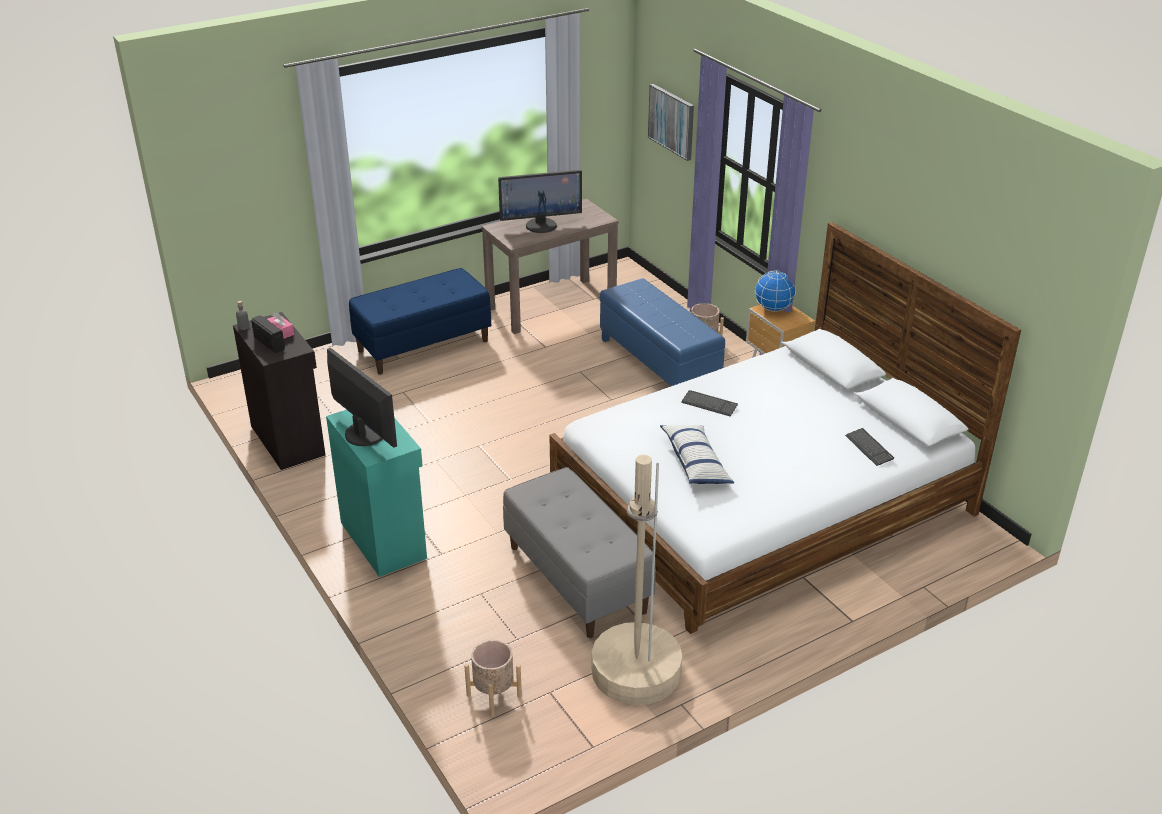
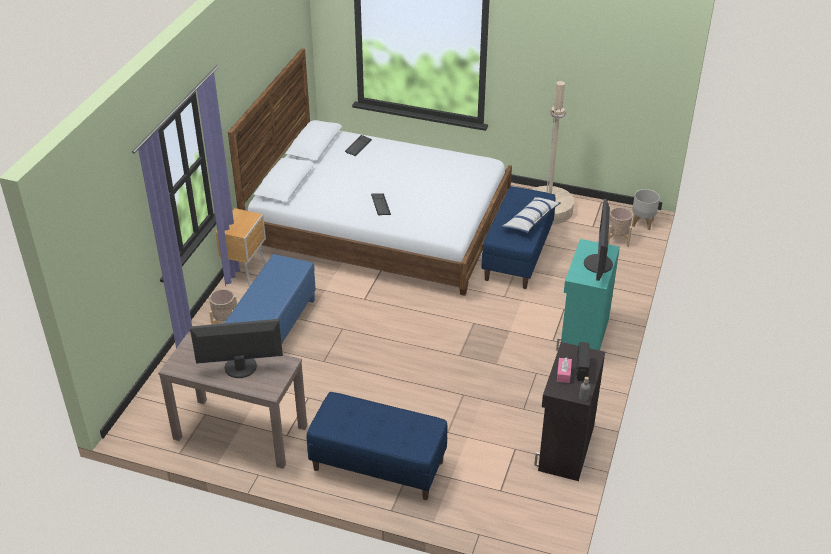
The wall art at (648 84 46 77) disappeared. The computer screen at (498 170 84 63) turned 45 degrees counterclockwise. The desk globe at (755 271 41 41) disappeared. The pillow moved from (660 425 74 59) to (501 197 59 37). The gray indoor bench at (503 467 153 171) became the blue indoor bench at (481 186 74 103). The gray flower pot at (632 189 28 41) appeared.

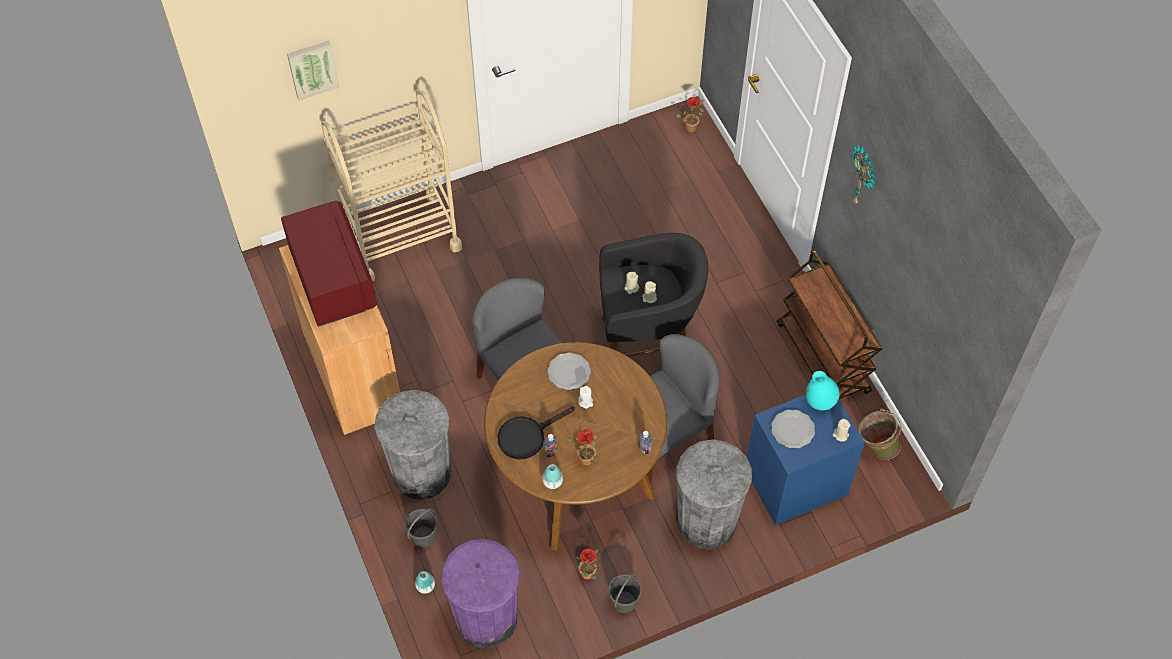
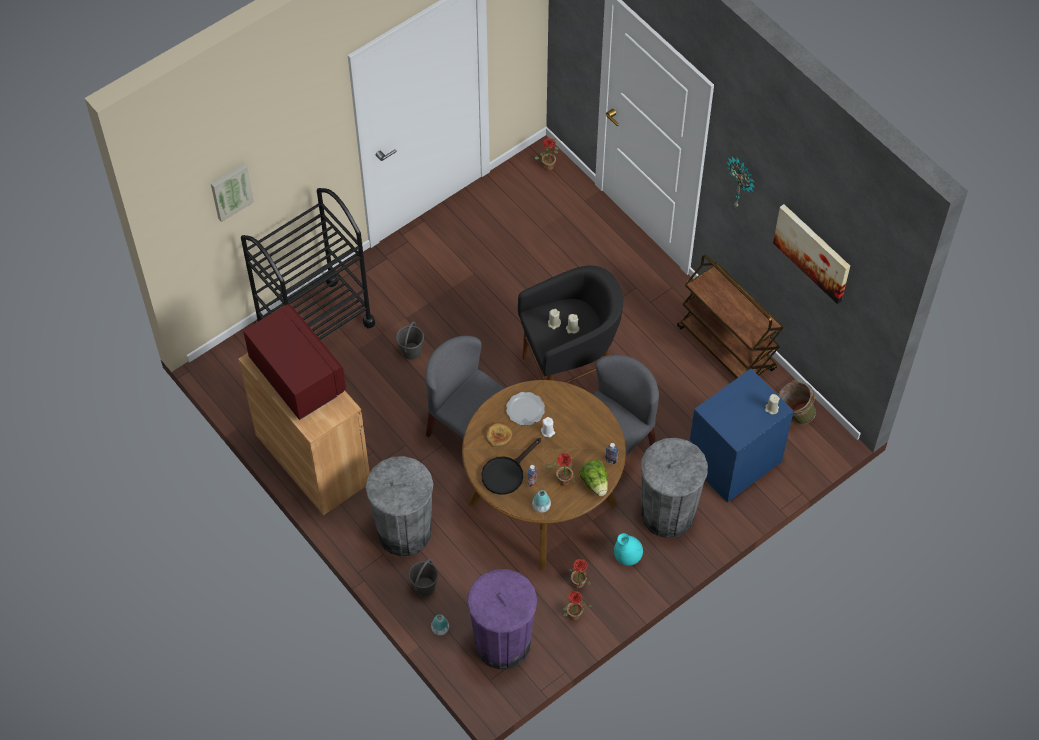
The sand-coloured wheeled cart at (321 90 141 192) became the blackish wheeled cart at (241 188 134 152). The blue-green flower vase moved from (806 371 34 39) to (614 533 29 33). The plate at (771 410 44 38) disappeared. The gray pail moved from (608 572 34 41) to (396 321 28 39). The wall art at (773 204 77 100) appeared. The baked bread at (485 422 27 25) appeared. The lettuce at (580 460 28 36) appeared. The plant in a pot at (563 591 29 29) appeared.

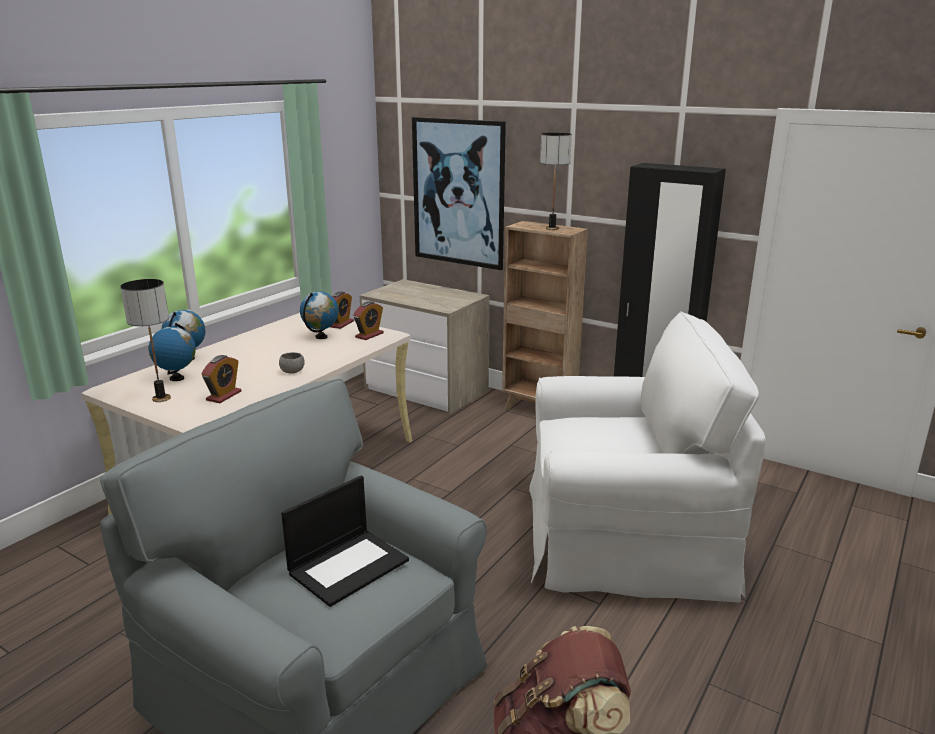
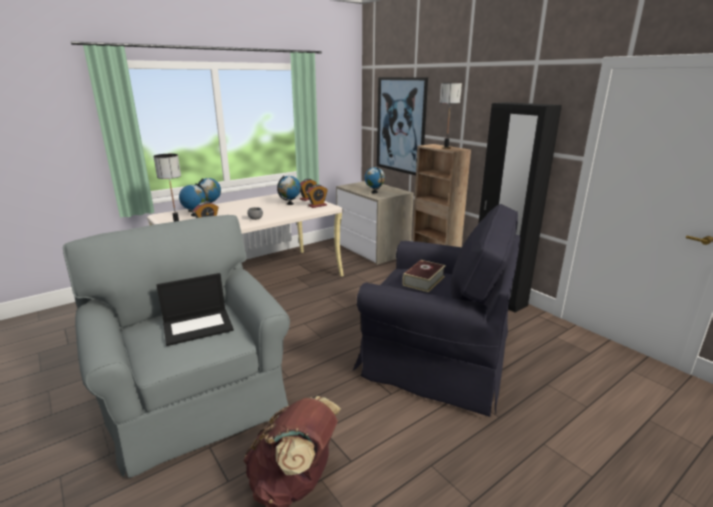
The white-coloured easy chair at (529 311 237 292) became the blackish easy chair at (353 204 167 213). The desk globe at (365 167 20 26) appeared. The volume at (402 260 44 32) appeared.

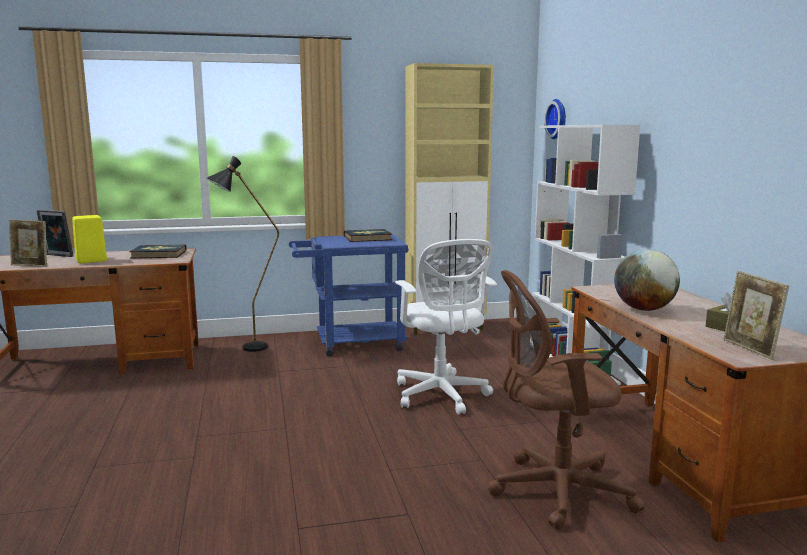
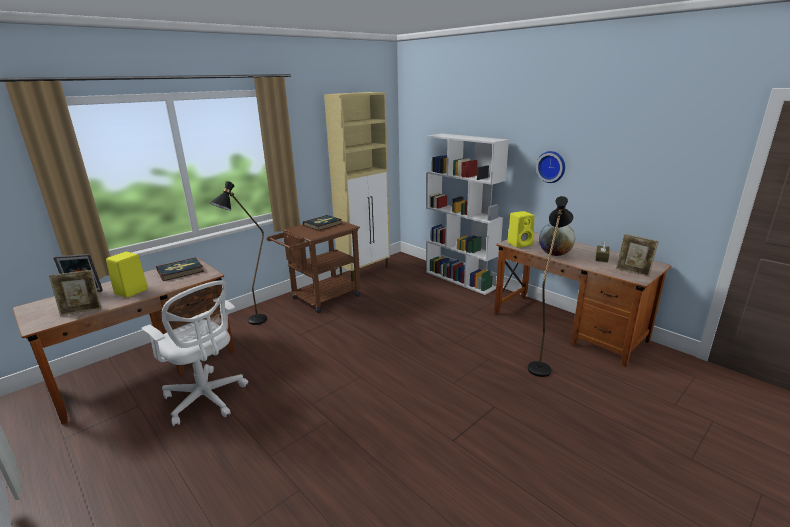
The wall clock moved from (544 99 22 40) to (536 151 29 32). The blue wheeled cart at (289 234 120 122) became the brown wheeled cart at (267 221 94 92). The white-coloured office chair moved from (395 239 102 176) to (142 280 106 146). The brown office chair at (488 270 157 259) was replaced by the blackish floor lamp at (528 196 46 181). The yellowish audio speaker at (507 211 27 37) appeared.

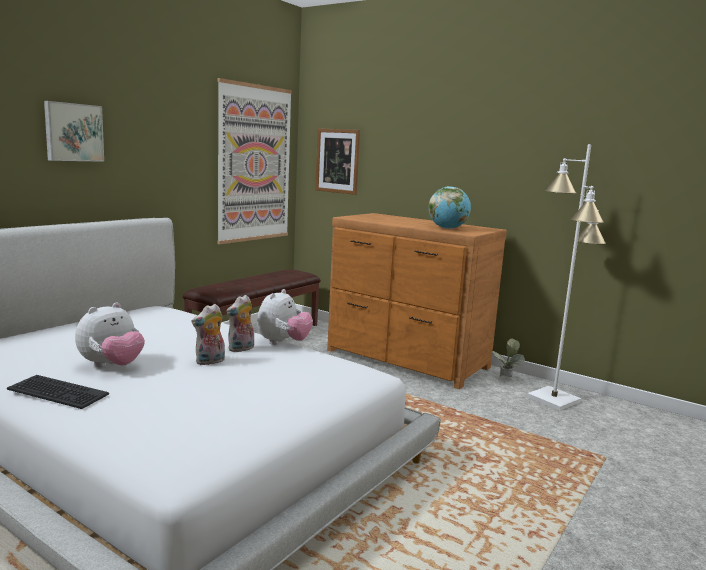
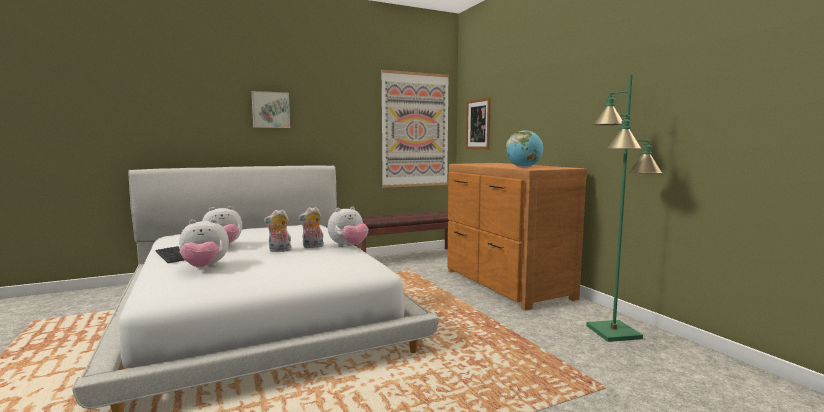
The white-coloured floor lamp at (527 144 79 267) became the green-coloured floor lamp at (586 74 76 268). The plant in a pot at (492 339 33 38) disappeared. The plush toy at (179 219 50 49) appeared.

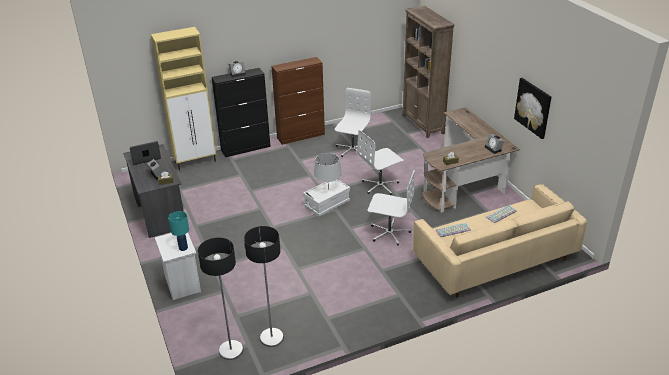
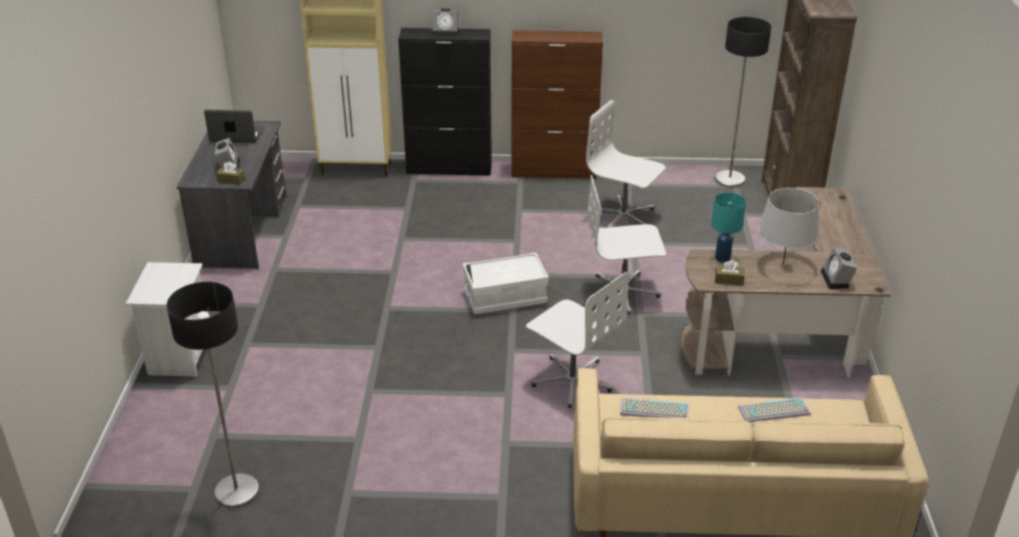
The wall art at (514 78 38 61) disappeared. The white-coloured office chair at (335 88 36 69) turned 105 degrees counterclockwise. The gray lamp for a table moved from (313 153 29 37) to (758 188 61 76). The blue-green lamp for a table moved from (168 211 21 40) to (711 192 35 71). The floor lamp moved from (198 238 46 122) to (714 17 57 171).

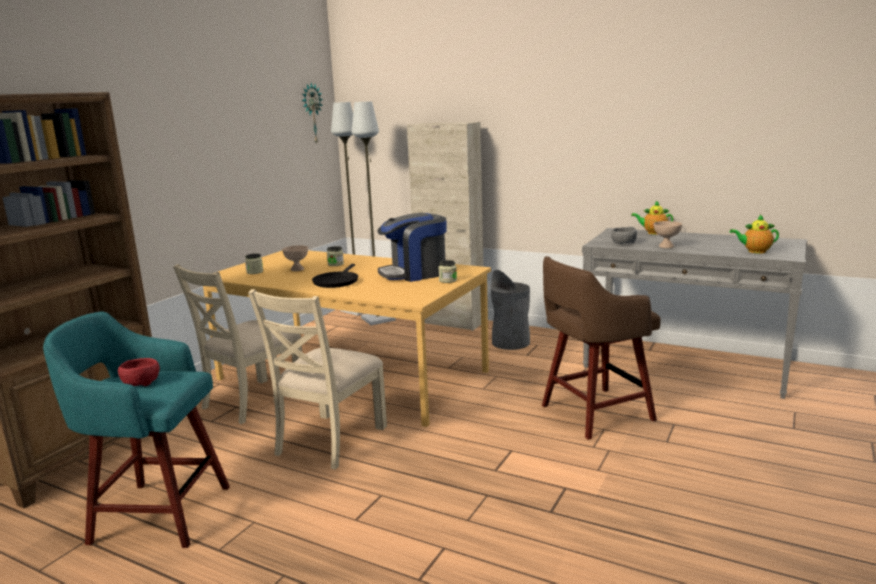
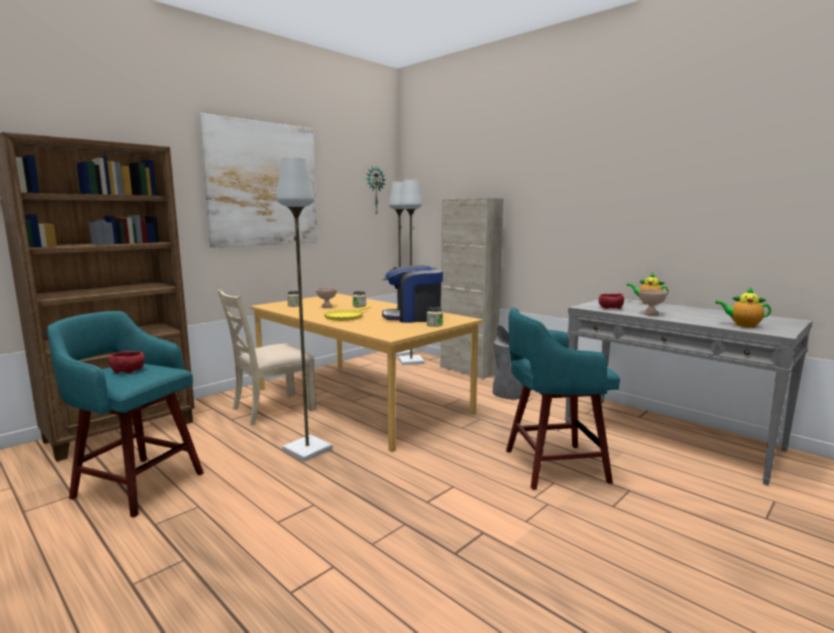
The gray serving bowl at (611 227 26 17) became the red-coloured serving bowl at (598 293 26 16). The brown sitting stool at (542 256 119 184) became the blue-green sitting stool at (506 308 114 182). The blackish pan at (312 264 46 24) became the yellowish pan at (324 306 47 15). The sand-coloured chair at (248 289 139 181) was replaced by the gray floor lamp at (276 157 57 304). The wall art at (199 113 119 135) appeared.

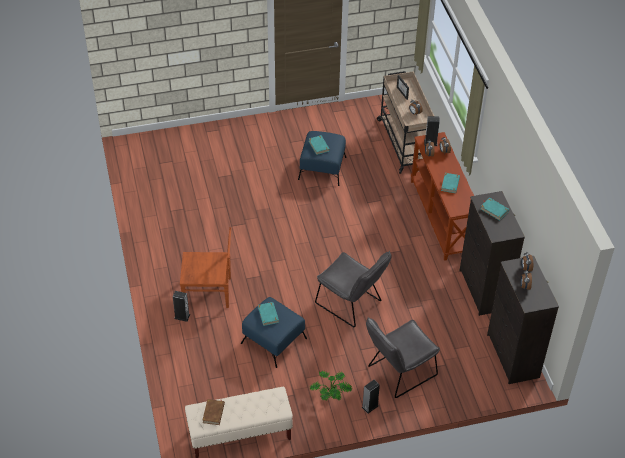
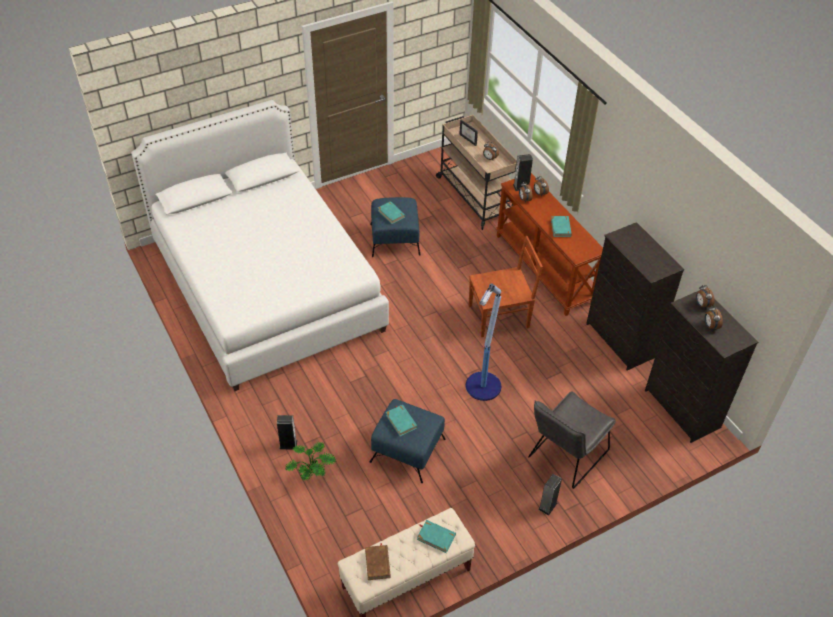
The blue-green volume moved from (480 198 29 23) to (417 520 39 33). The brown chair moved from (180 227 51 81) to (469 236 74 101). The gray chair at (315 251 77 76) was replaced by the floor lamp at (466 283 35 118). The plant in a pot moved from (309 371 44 30) to (285 442 52 39). The white-coloured sleeping bed at (131 100 258 291) appeared.

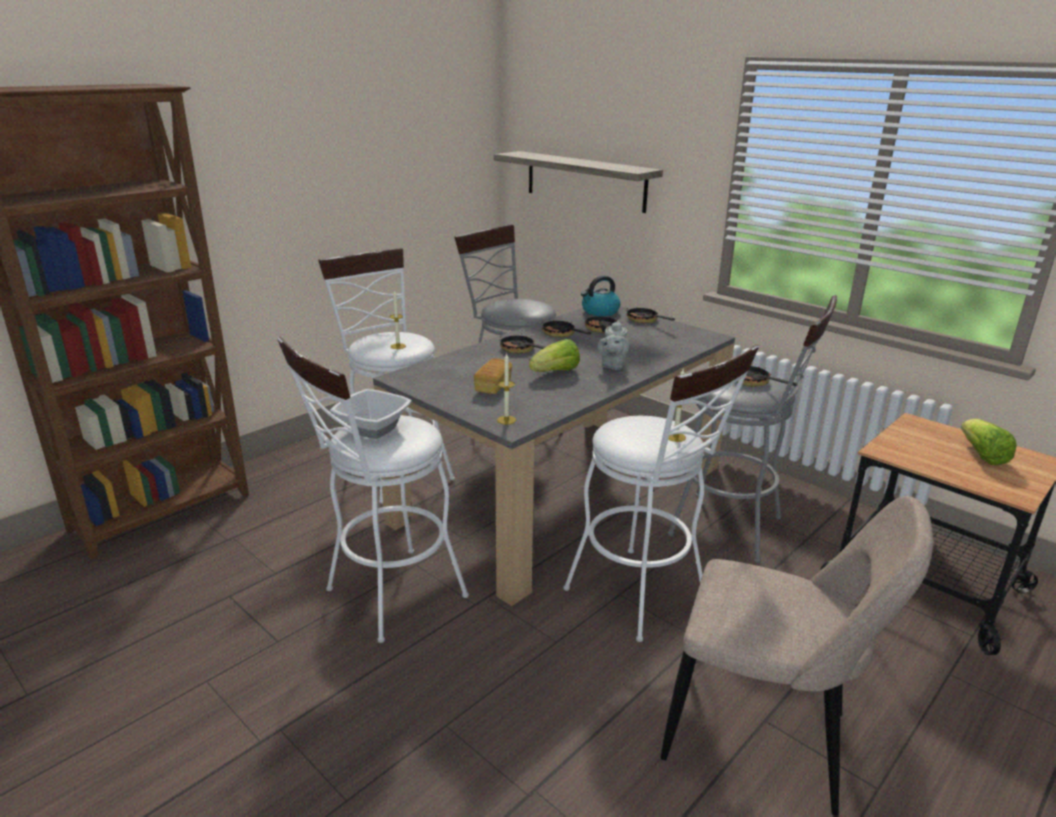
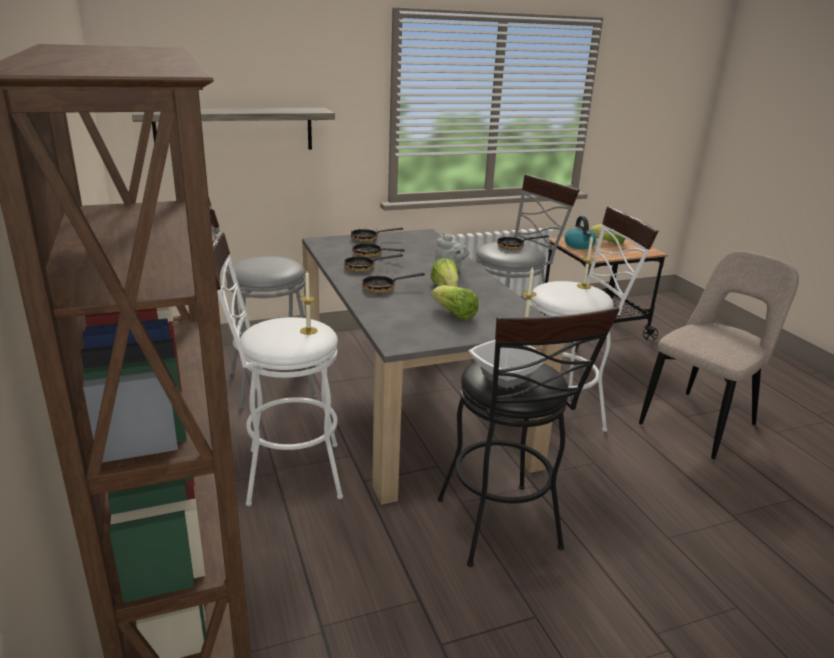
The tea kettle moved from (581 276 39 40) to (565 216 31 33). The white-coloured sitting stool at (277 337 192 306) became the blackish sitting stool at (437 307 183 260). The baked bread at (474 358 38 36) was replaced by the lettuce at (431 285 47 35).

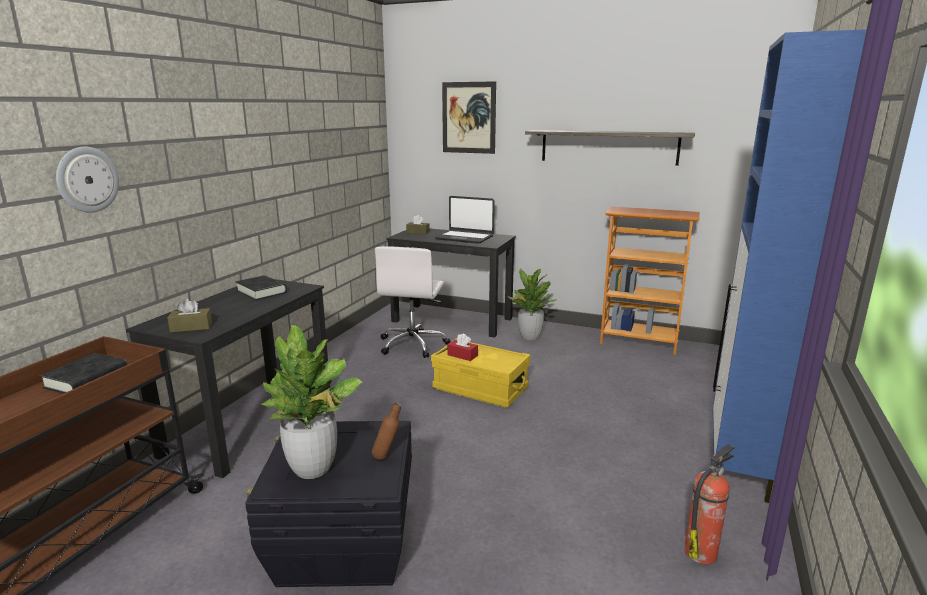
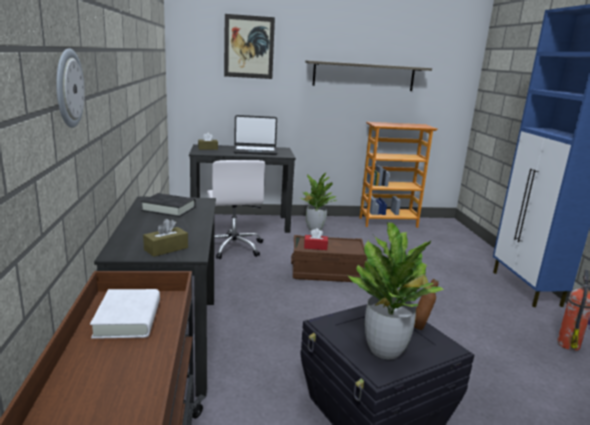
The yellowish storage container at (431 339 99 68) became the brown storage container at (291 235 76 47). The blackish volume at (40 353 87 41) became the white-coloured volume at (90 289 70 50).

